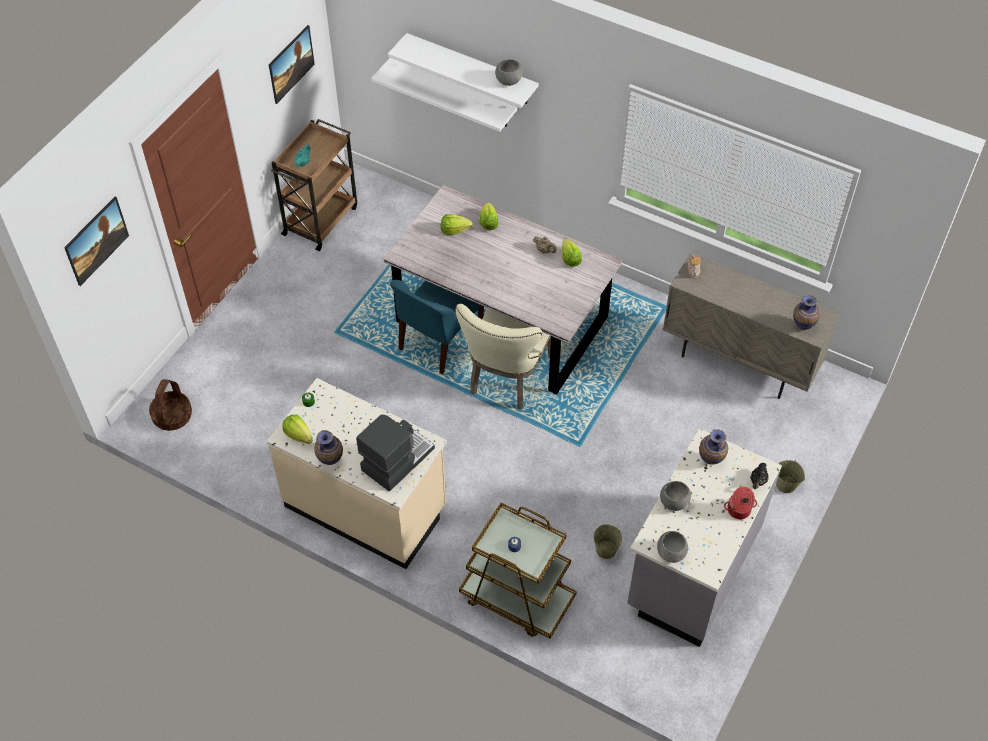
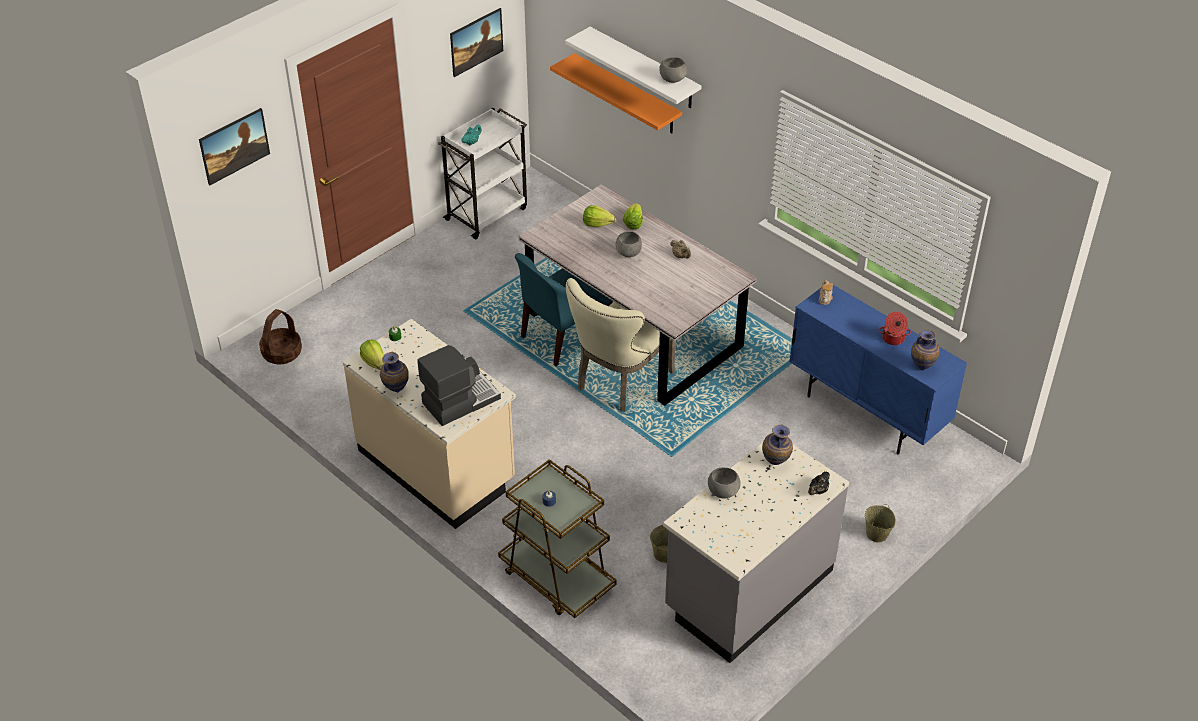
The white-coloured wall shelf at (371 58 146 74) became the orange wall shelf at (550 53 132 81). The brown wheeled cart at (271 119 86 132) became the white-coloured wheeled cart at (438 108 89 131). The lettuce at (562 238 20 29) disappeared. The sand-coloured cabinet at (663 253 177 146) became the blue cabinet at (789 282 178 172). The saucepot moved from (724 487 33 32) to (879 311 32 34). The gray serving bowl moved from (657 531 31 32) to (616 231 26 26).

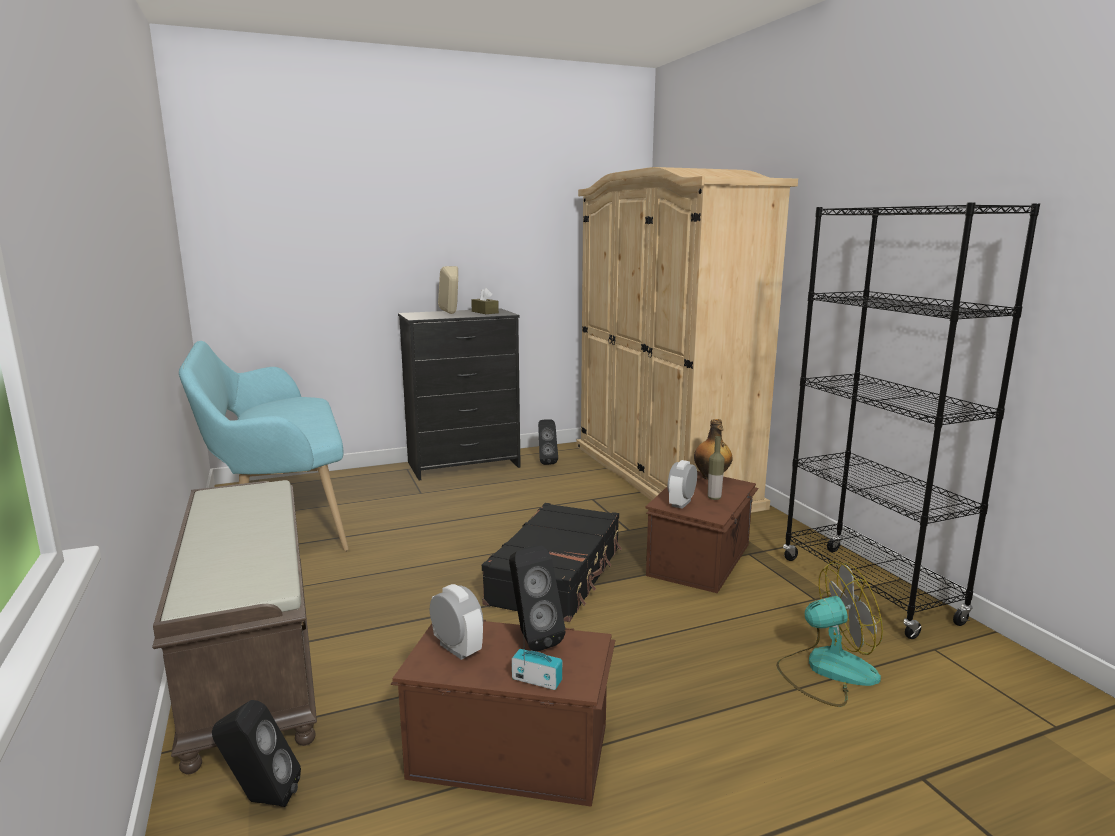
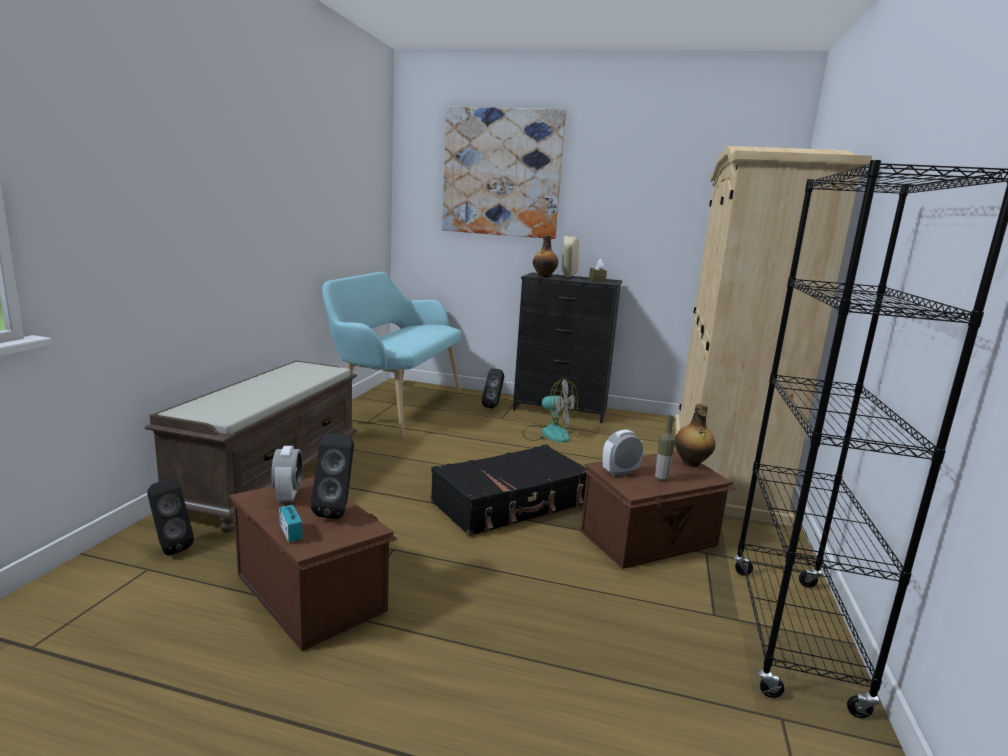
The blackish audio speaker moved from (538 419 20 46) to (482 368 22 41). The electric fan moved from (776 560 107 147) to (522 378 56 65). The wall art at (442 106 124 133) appeared. The bottle at (533 235 25 43) appeared.

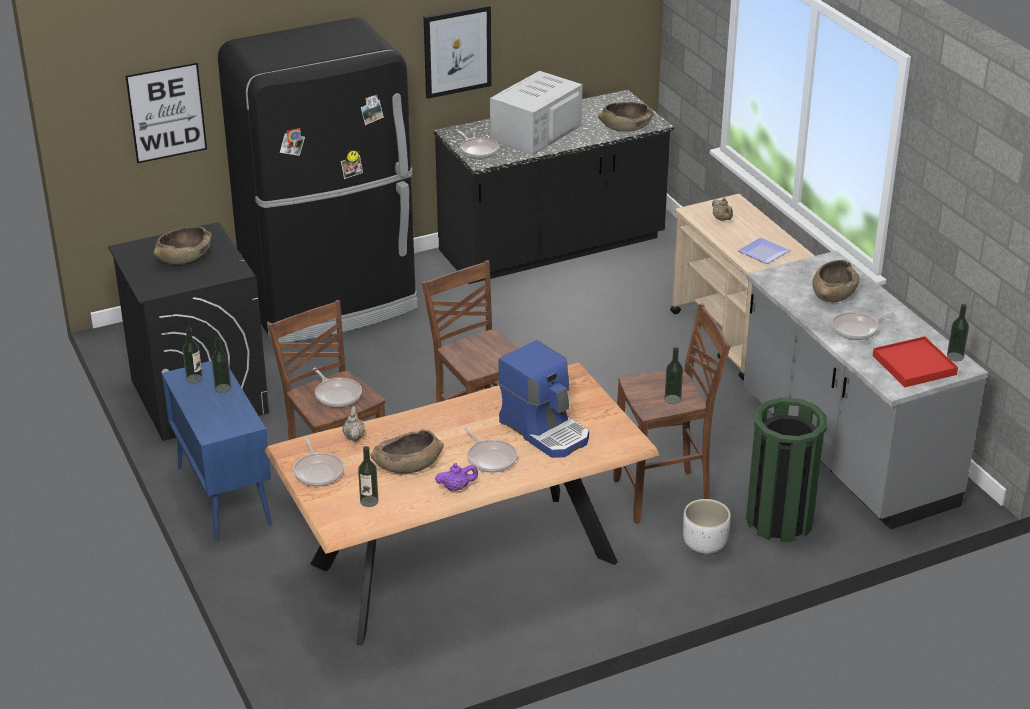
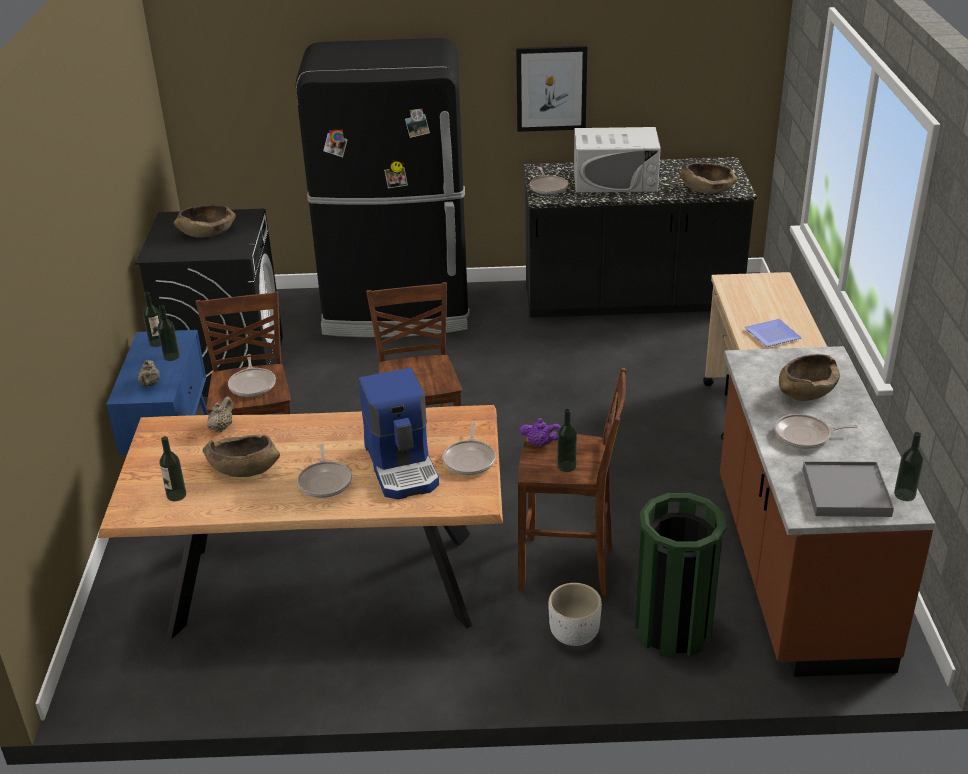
The wall art at (125 62 82 101) disappeared. The white-coloured kitchen microwave at (490 71 93 84) turned 150 degrees counterclockwise. The sand-coloured tea pot moved from (712 198 21 23) to (138 360 22 27). The gray kitchen base unit at (743 251 245 279) became the brown kitchen base unit at (720 346 215 331). The red-coloured carrying tray at (873 336 85 51) became the gray carrying tray at (803 461 91 56). The pan moved from (293 438 51 48) to (443 423 53 52). The purple-coloured tea pot moved from (435 463 43 28) to (519 418 42 28).

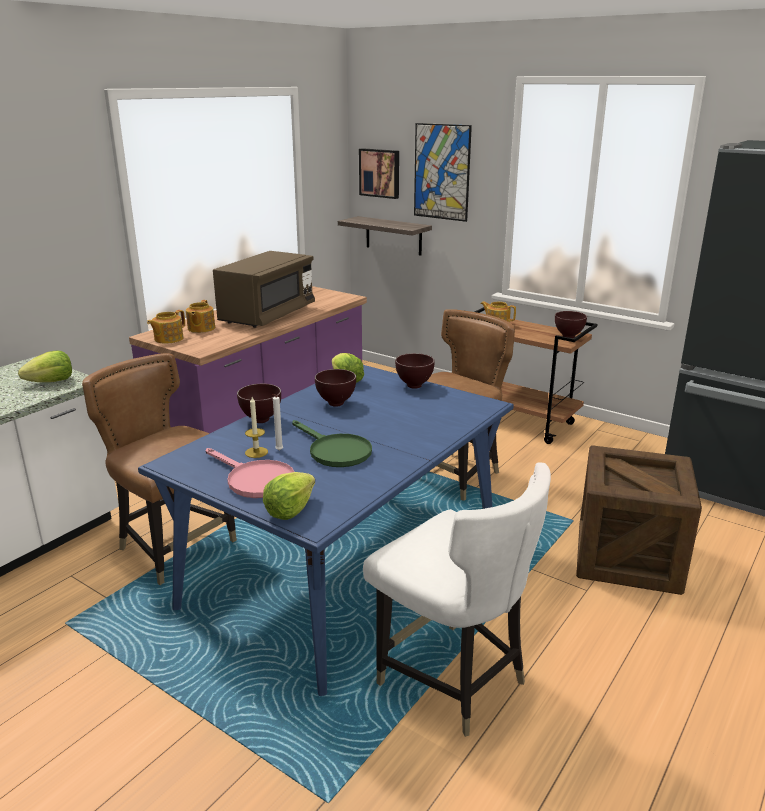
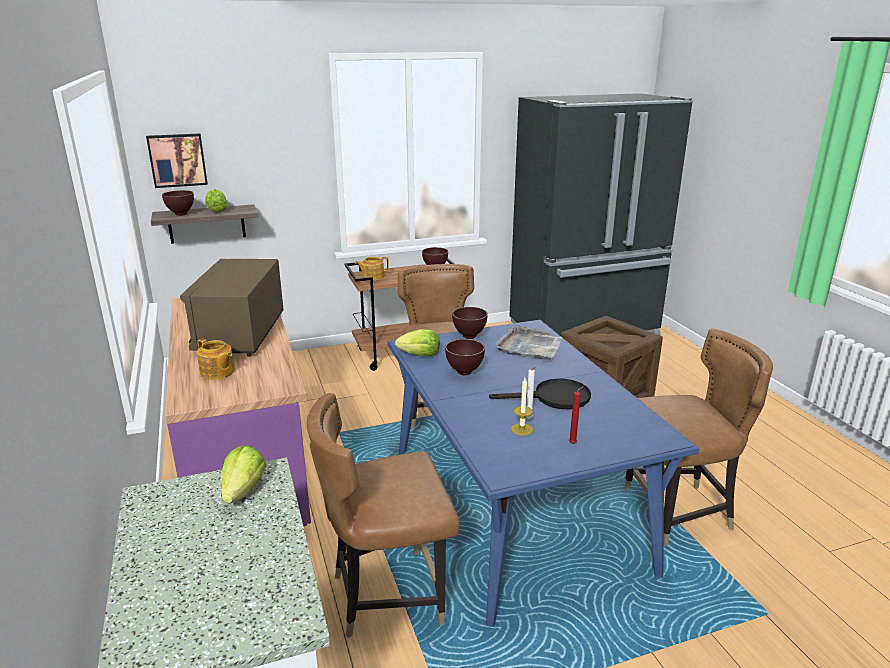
The wall art at (414 123 58 99) disappeared. The brown kitchen microwave at (213 251 102 77) turned 150 degrees counterclockwise. The tea pot at (147 310 38 34) disappeared. The brown serving bowl moved from (237 384 44 39) to (162 190 32 26). The green-coloured pan at (292 420 80 47) became the blackish pan at (489 378 102 31). The pink pan at (206 448 89 50) was replaced by the red-coloured wax candle at (569 386 15 58). The white-coloured chair at (363 462 188 275) became the brown chair at (624 328 149 218). The lettuce moved from (263 472 52 48) to (205 189 23 23). The gray carrying tray at (494 325 68 35) appeared.

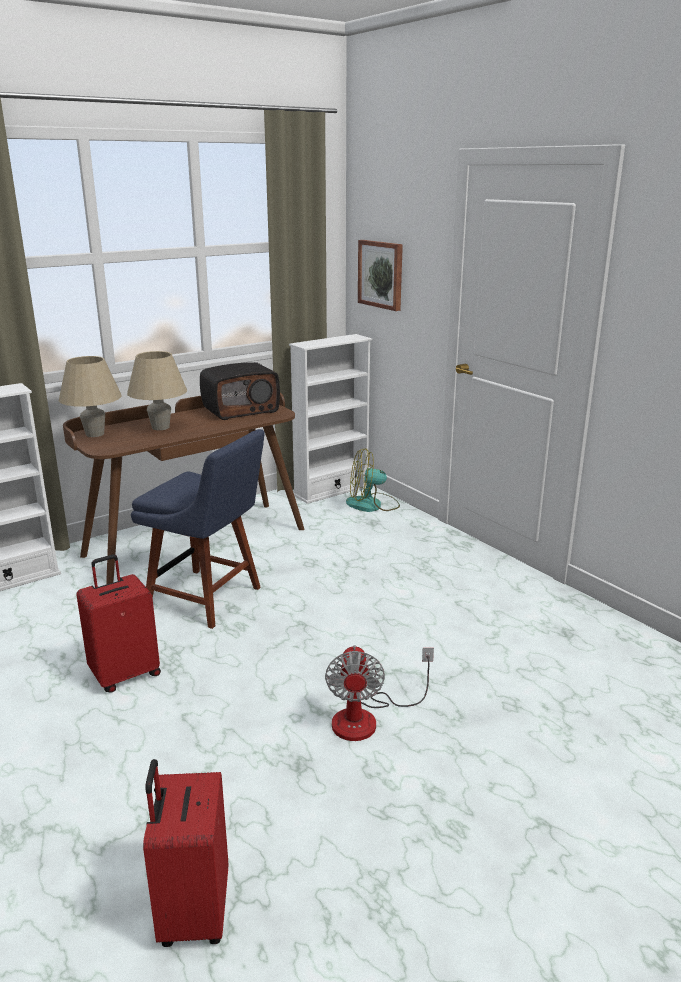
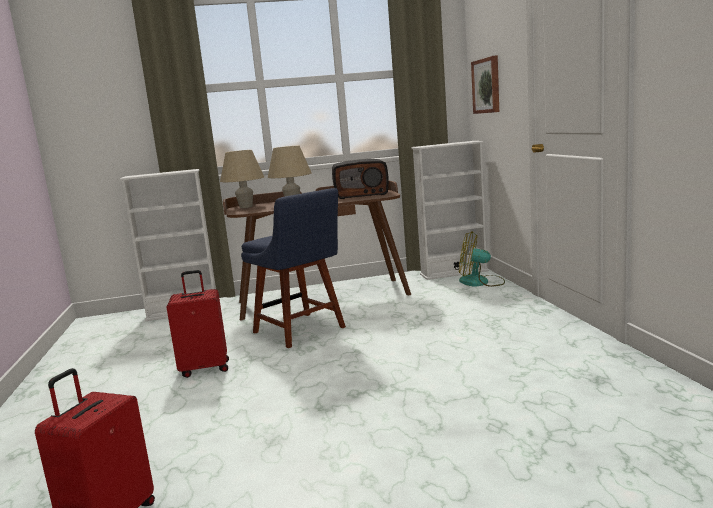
The electric fan at (325 645 109 96) disappeared.

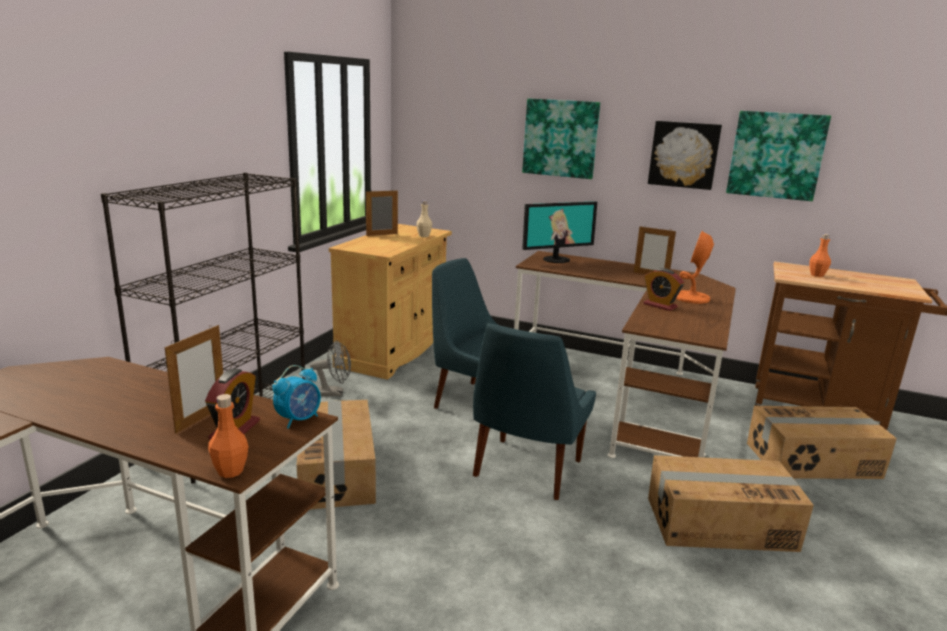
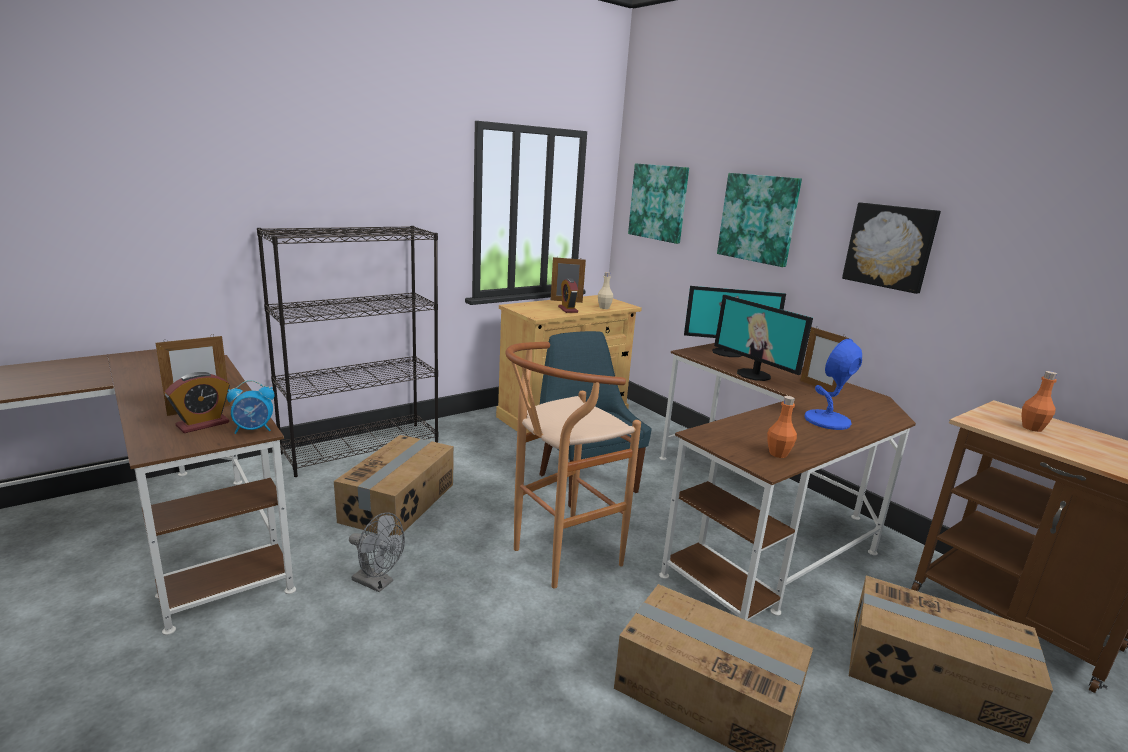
The wall art moved from (726 111 105 90) to (628 164 61 80). The orange lamp for a table at (676 231 38 73) became the blue lamp for a table at (804 339 58 91). The alarm clock moved from (643 268 41 43) to (558 278 20 35). The blue chair at (473 323 123 177) was replaced by the brown sitting stool at (505 342 136 247). The gray electric fan moved from (310 340 41 56) to (349 512 56 80). The orange bottle moved from (208 394 40 84) to (767 396 30 62). The computer screen at (714 295 99 86) appeared.

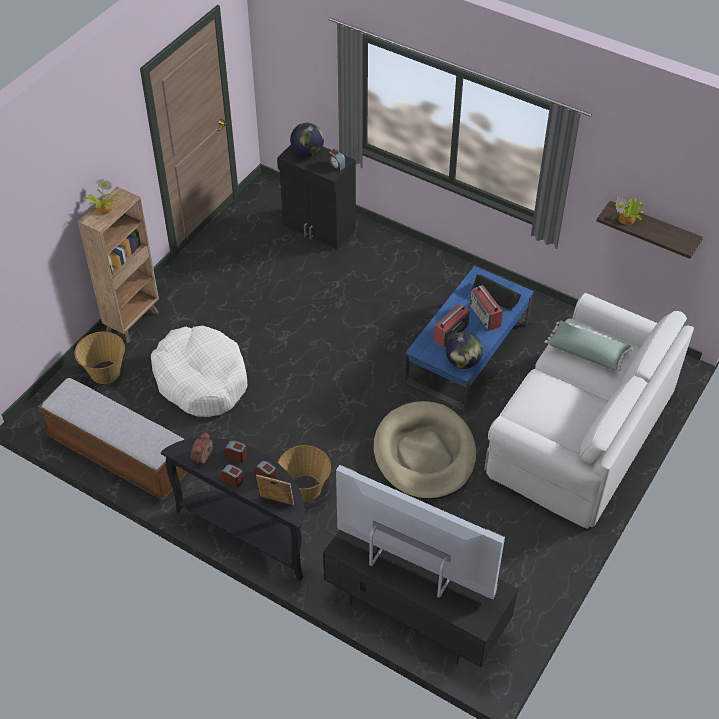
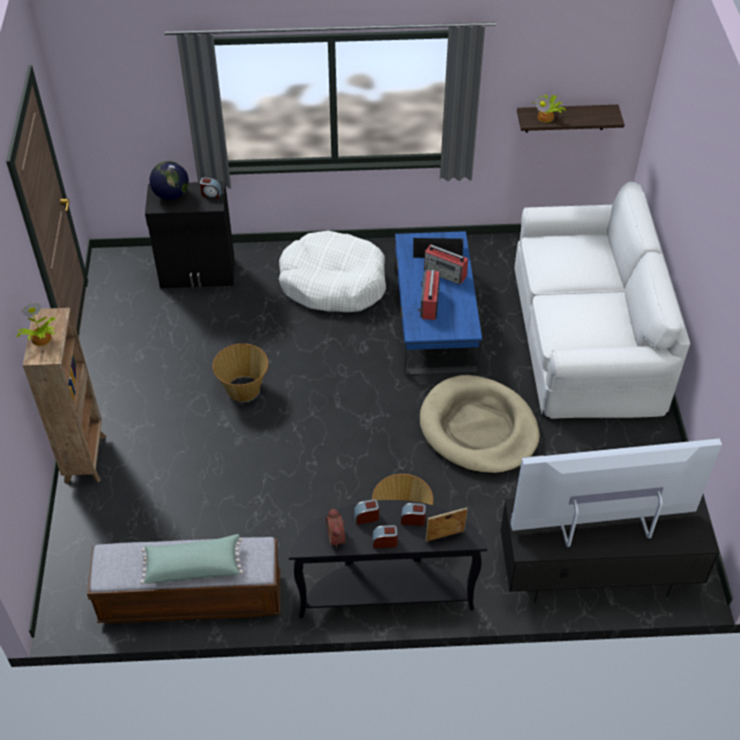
The green-coloured pillow moved from (545 321 87 50) to (140 534 103 50). The white-coloured dog cushion moved from (151 326 96 91) to (279 231 107 81). The basket moved from (74 332 51 52) to (213 343 56 59). The desk globe at (446 332 37 37) disappeared.

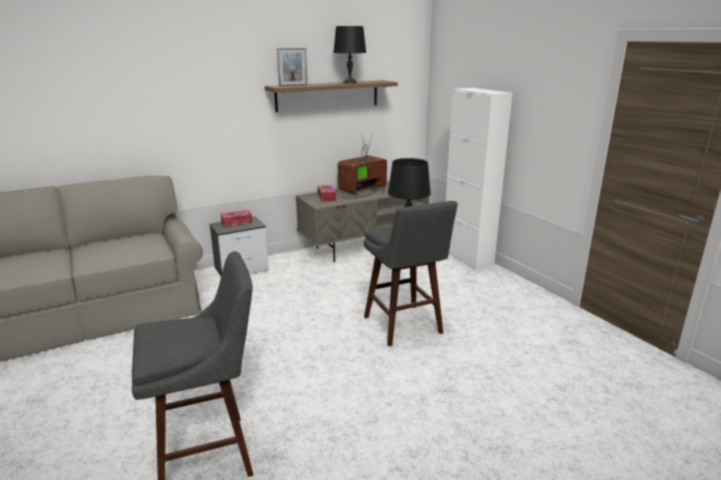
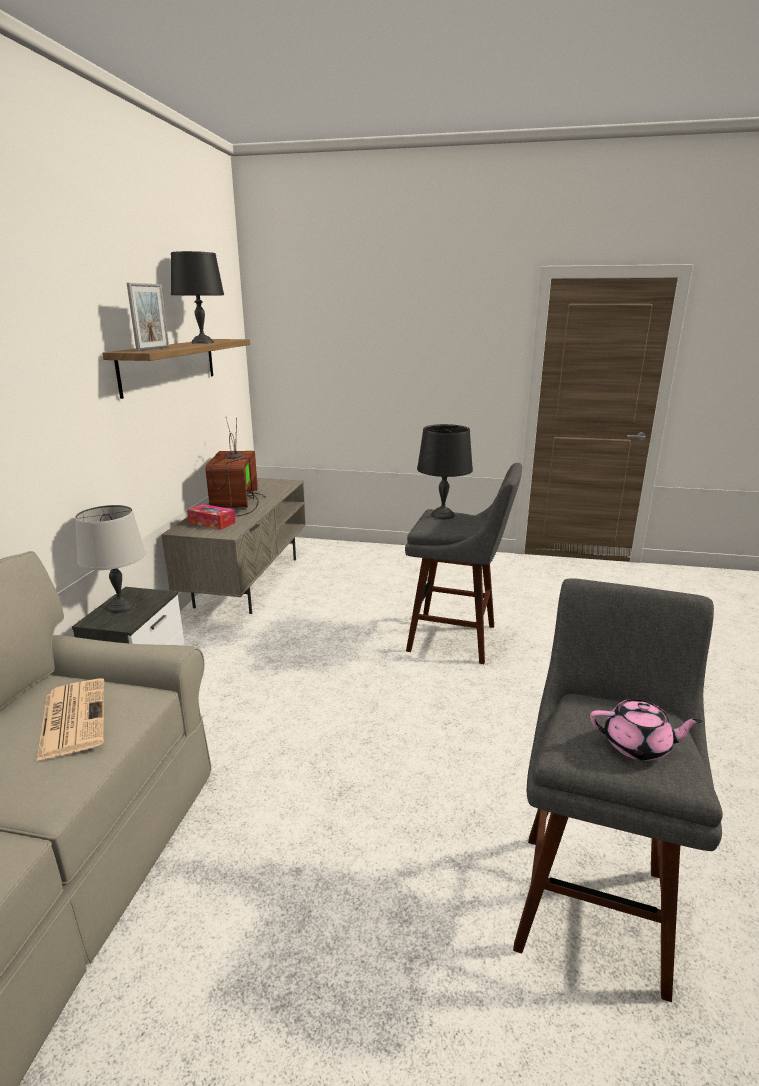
The white-coloured cabinet at (446 88 67 182) disappeared. The tissue holder at (221 210 31 17) was replaced by the gray lamp for a table at (75 505 71 108). The newspaper at (36 678 68 84) appeared. The pink tea pot at (590 699 112 62) appeared.

